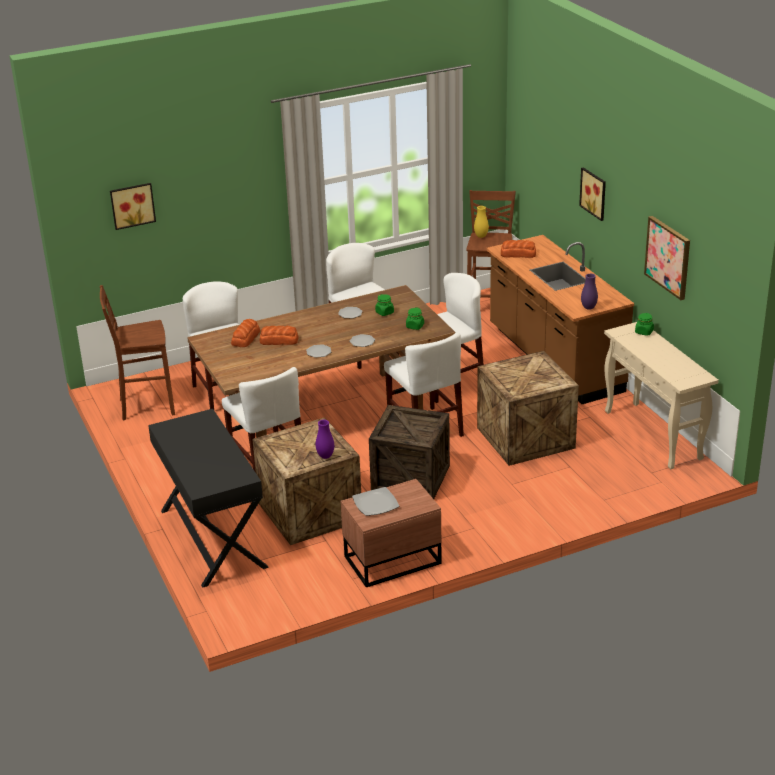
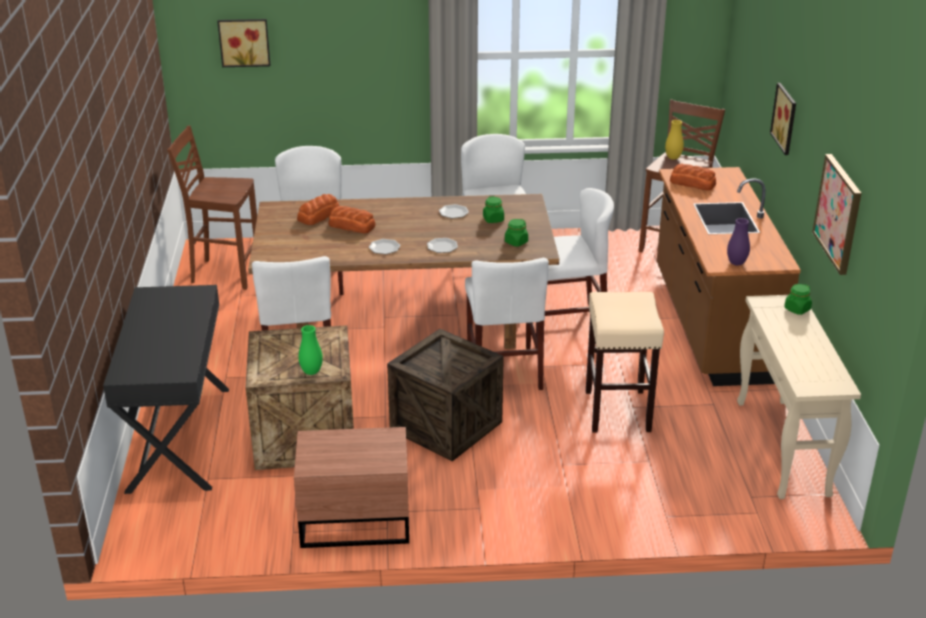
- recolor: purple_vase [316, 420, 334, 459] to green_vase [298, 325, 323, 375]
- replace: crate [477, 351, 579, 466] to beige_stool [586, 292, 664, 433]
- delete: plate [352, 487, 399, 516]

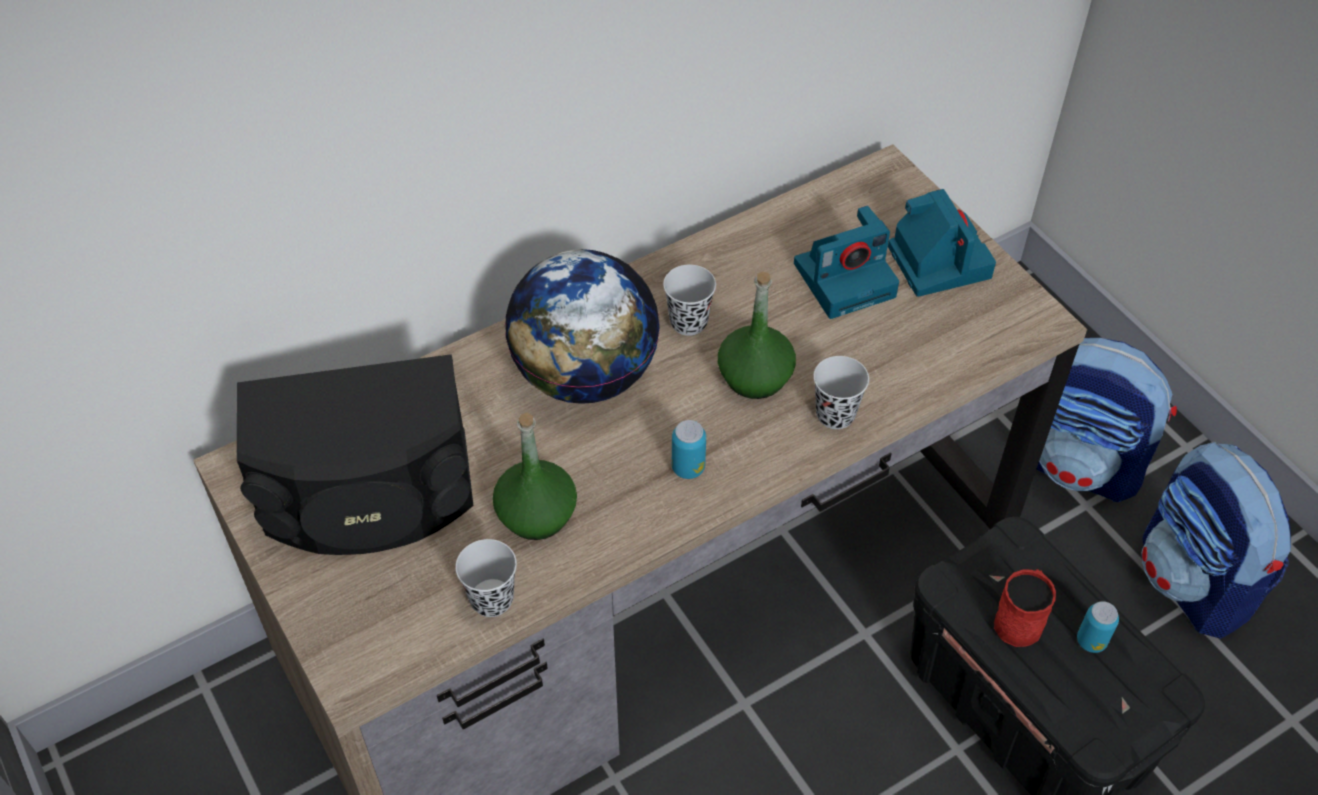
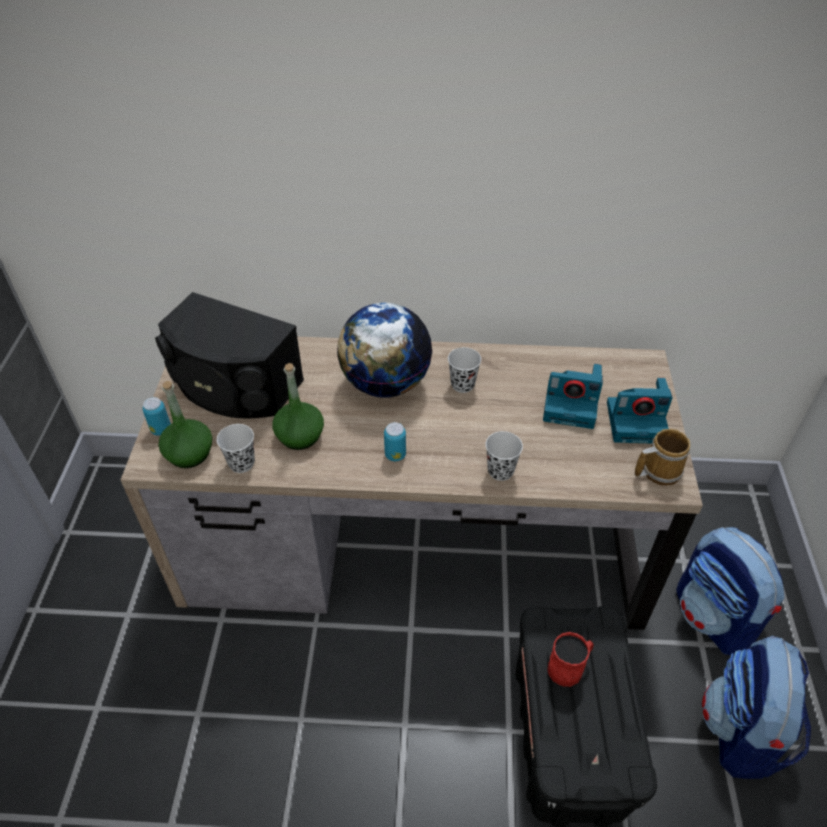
- move: can [1077, 601, 1119, 653] to [142, 397, 171, 436]
- move: green_bottle [718, 271, 796, 399] to [159, 381, 212, 468]
- rotate: photo_camera [888, 189, 996, 297] = [607, 378, 672, 444] 75 degrees clockwise
- insert: mug [634, 429, 690, 486]

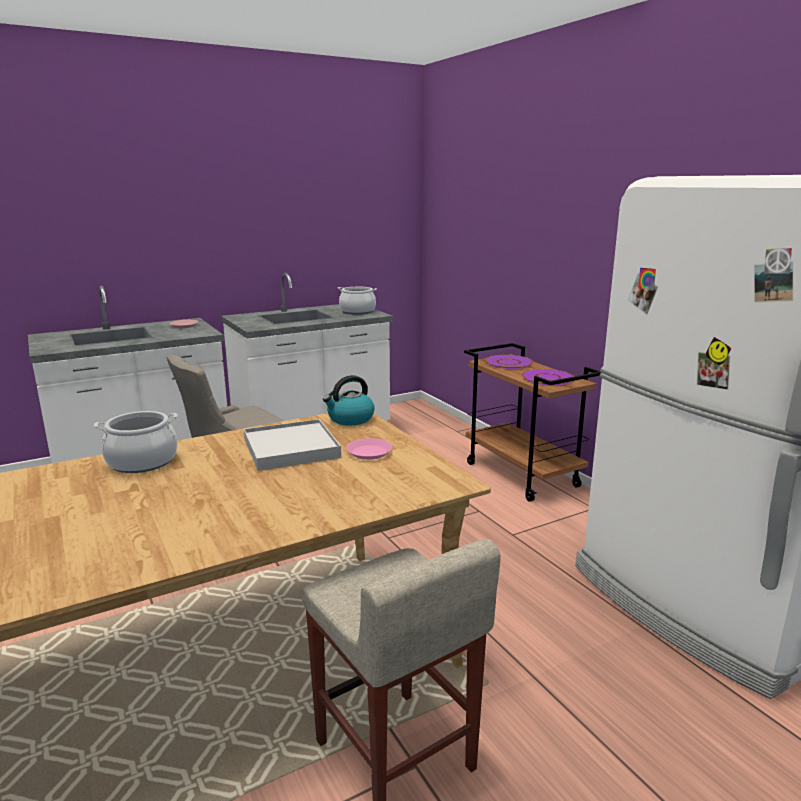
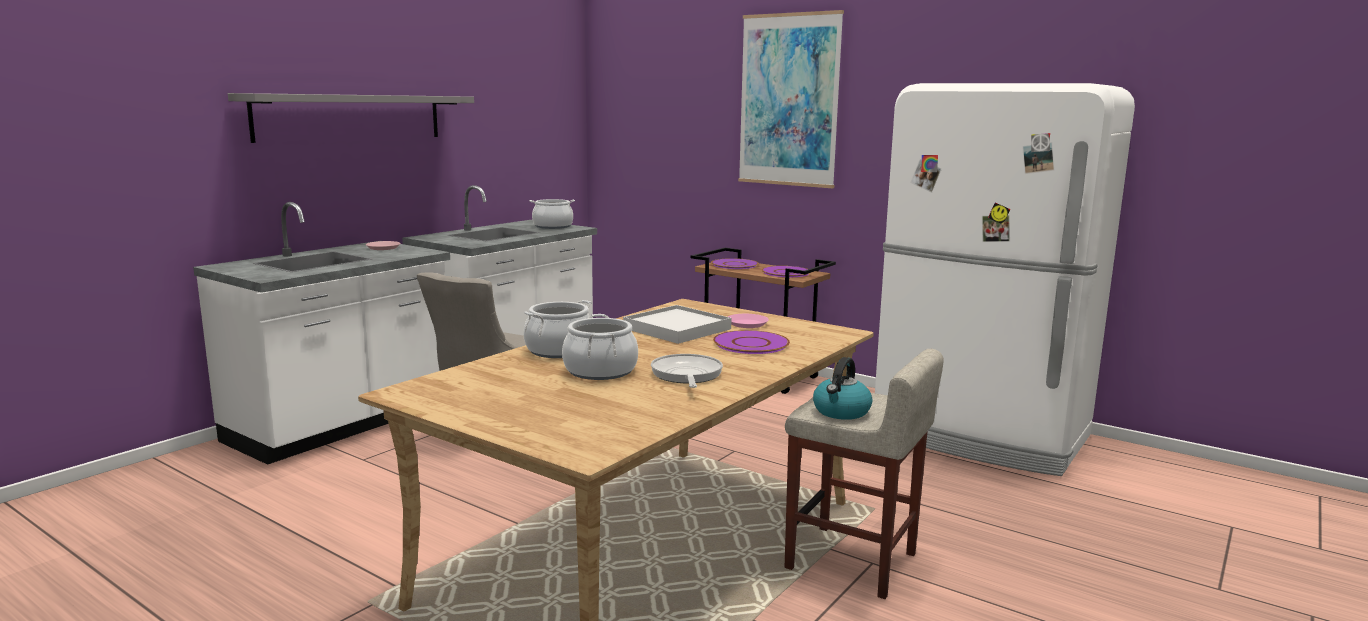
- insert: grey_shelf [228, 93, 474, 143]
- insert: cooking_pot [562, 314, 638, 380]
- insert: frying_pan [651, 354, 723, 388]
- insert: purple_plate [713, 330, 790, 354]
- insert: picture [738, 10, 844, 188]
- move: kettle [323, 375, 375, 425] to [813, 357, 872, 420]

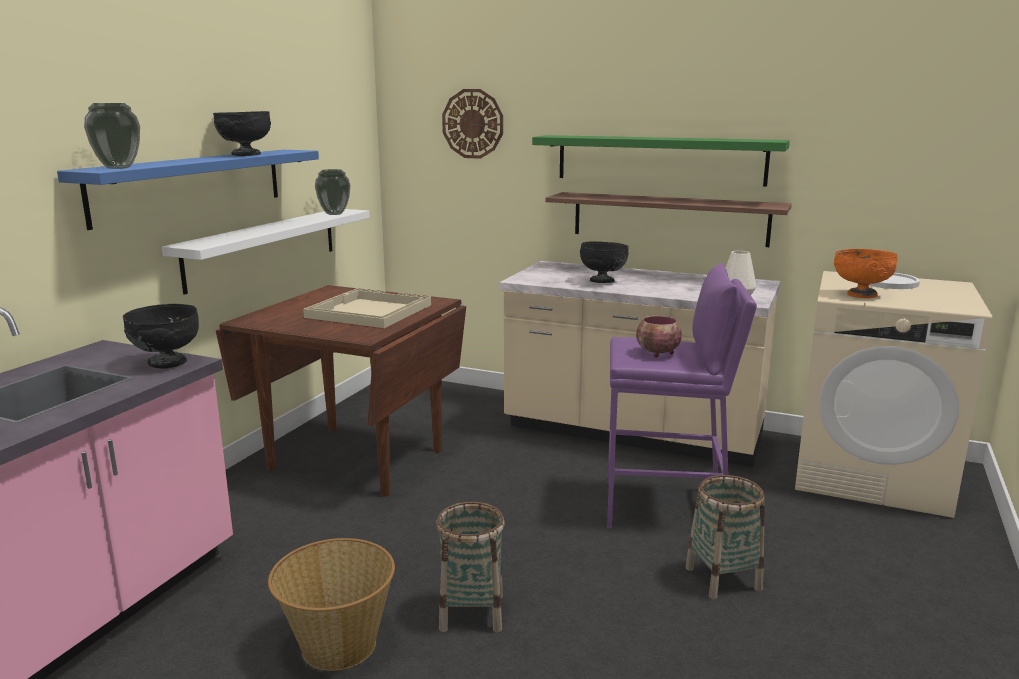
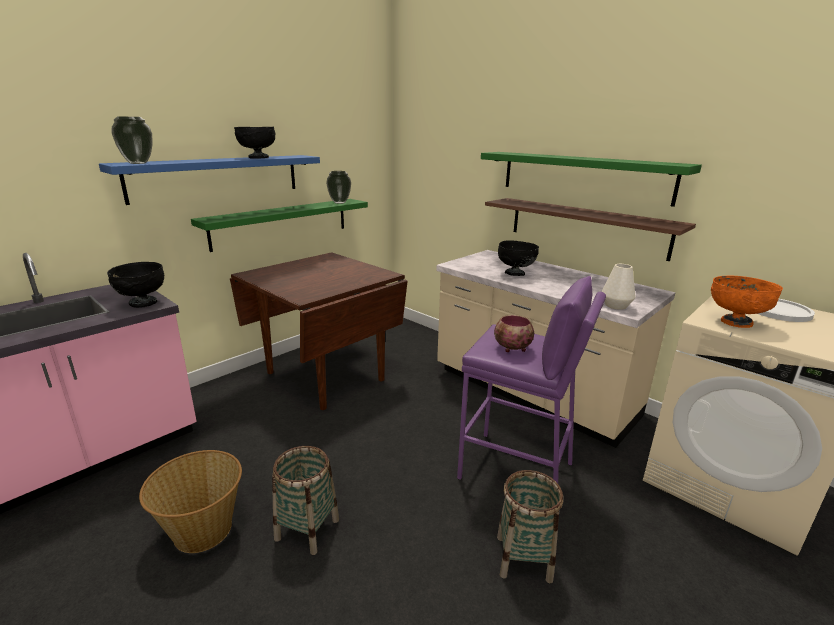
- recolor: white_shelf [162, 209, 370, 295] to green_shelf [191, 199, 368, 252]
- delete: beige_tray [303, 289, 431, 328]
- delete: wall_clock [442, 89, 503, 159]

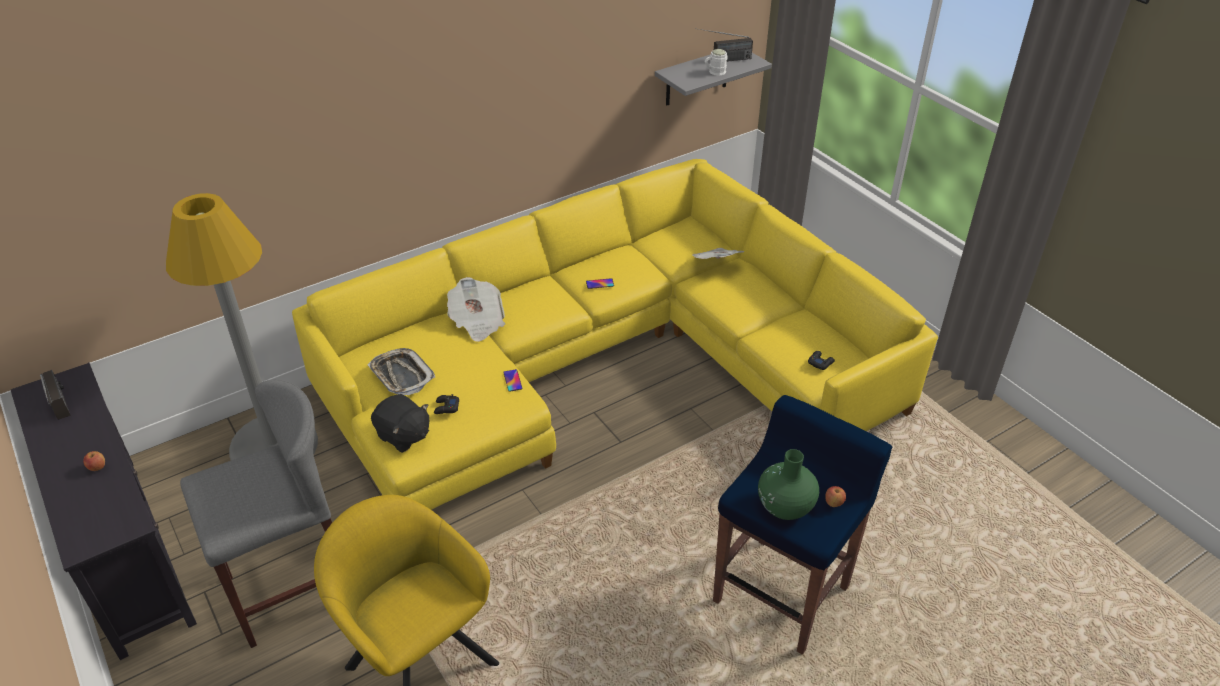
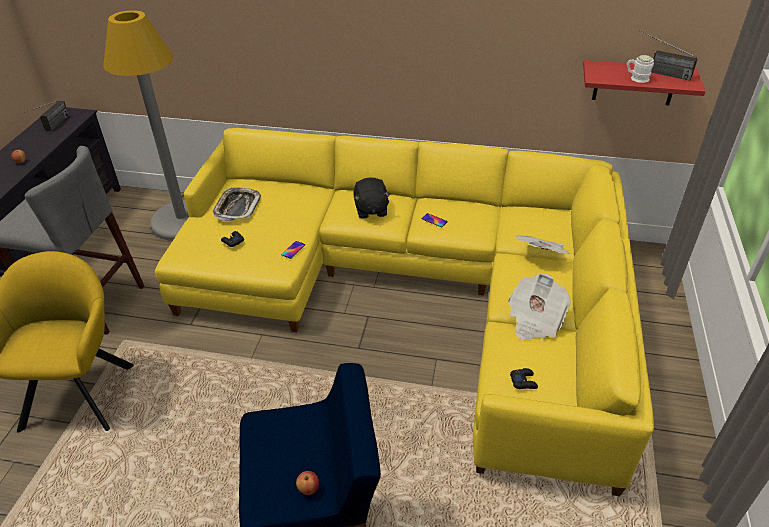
- move: black_plush_toy [371, 394, 429, 453] to [354, 178, 391, 219]
- move: newspaper [447, 277, 505, 342] to [508, 273, 571, 339]
- recolor: grey_shelf [655, 53, 772, 106] to red_shelf [583, 60, 706, 106]
- delete: green_vase [758, 449, 819, 520]

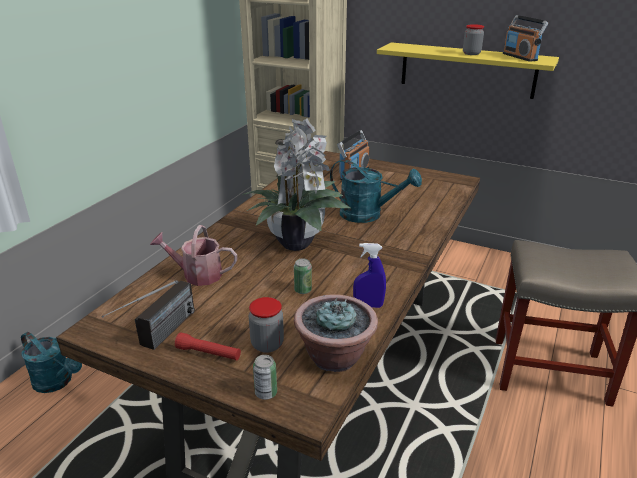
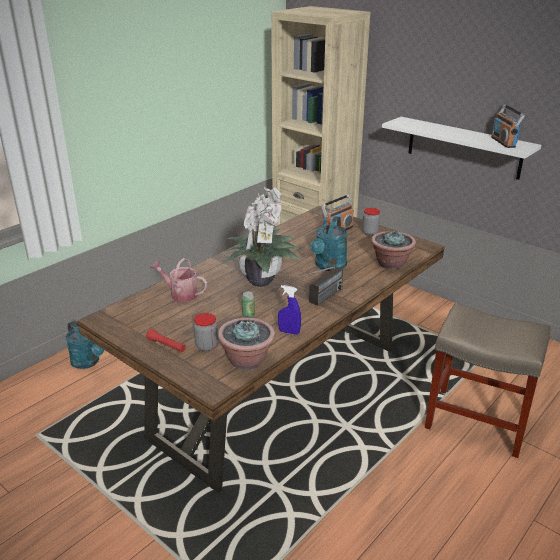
- move: radio [102, 280, 195, 350] to [296, 266, 343, 306]
- rotate: turquoise_watering_can [330, 160, 422, 223] = [310, 216, 348, 271] 75 degrees clockwise
- move: jar [463, 24, 484, 55] to [362, 208, 380, 236]
- insert: potted_plant [371, 230, 416, 270]
- recolor: yellow_shelf [377, 42, 559, 99] to white_shelf [382, 117, 541, 180]
- delete: can [253, 355, 277, 400]

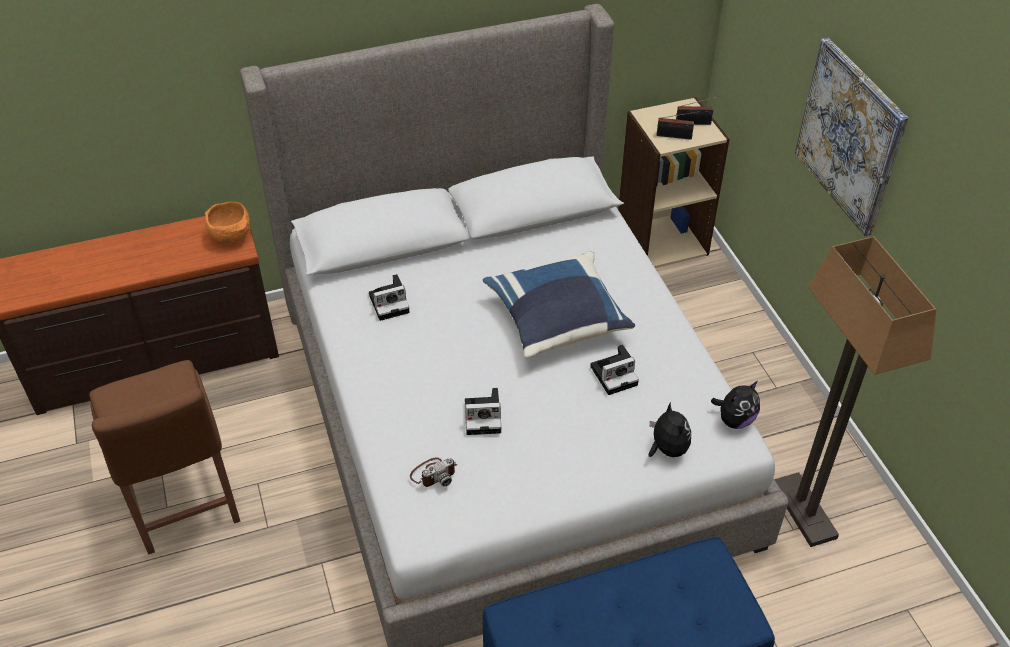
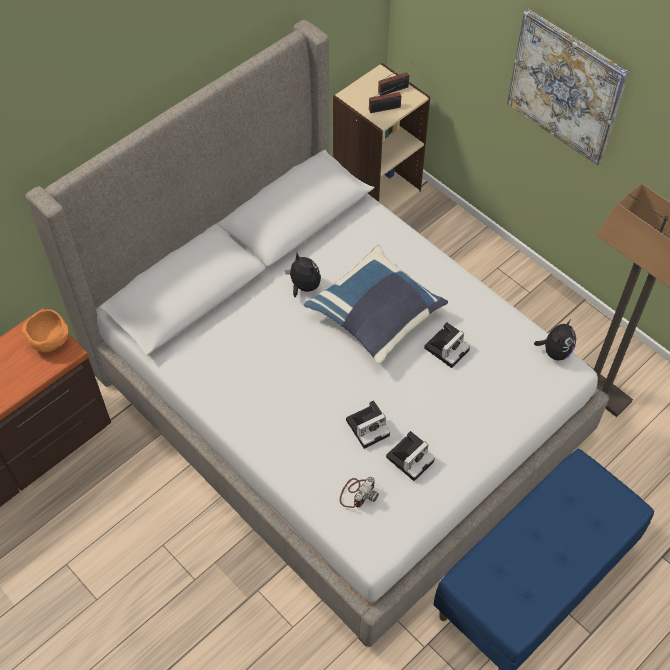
- move: plush_toy [649, 402, 691, 457] to [285, 253, 321, 297]
- move: photo_camera [369, 274, 410, 321] to [386, 431, 435, 481]
- delete: brown_chair [89, 360, 240, 555]

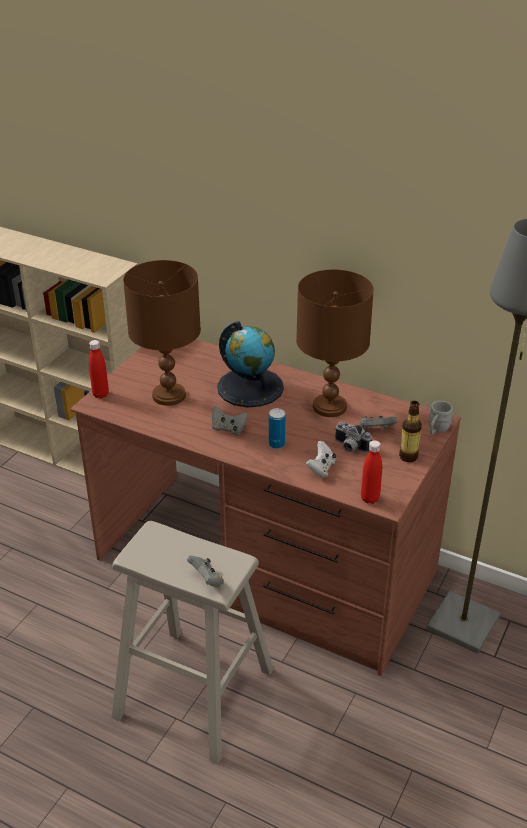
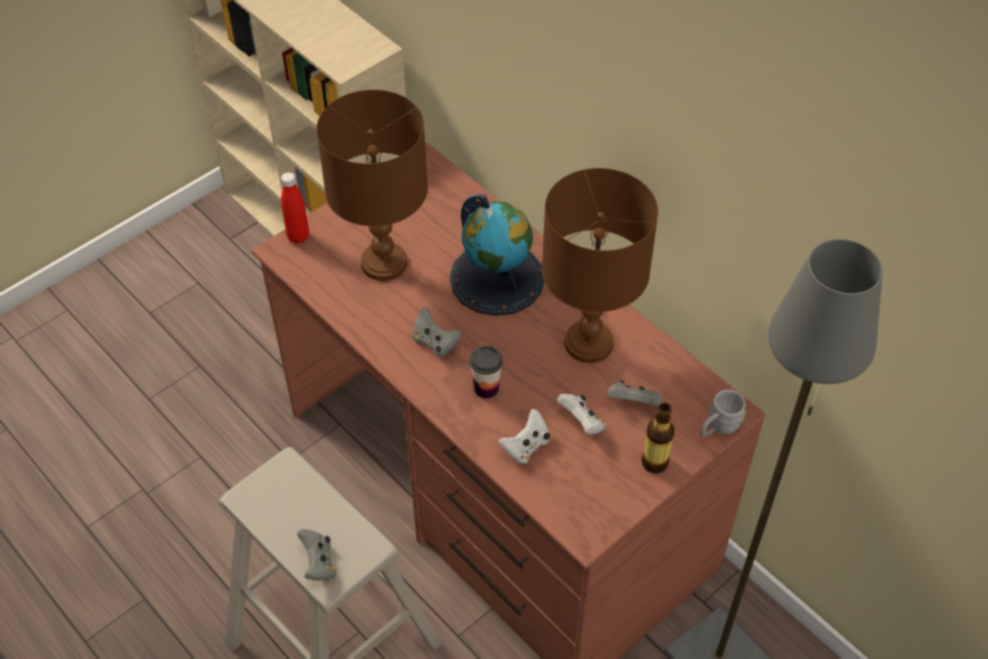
- replace: can [269, 408, 286, 449] to cup [469, 346, 503, 398]
- replace: photo_camera [335, 422, 372, 453] to white_game_controller [557, 394, 605, 435]
- delete: red_bottle [361, 440, 382, 504]

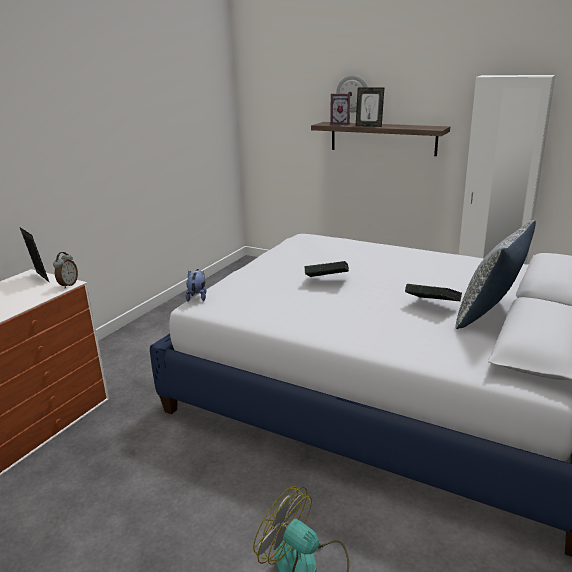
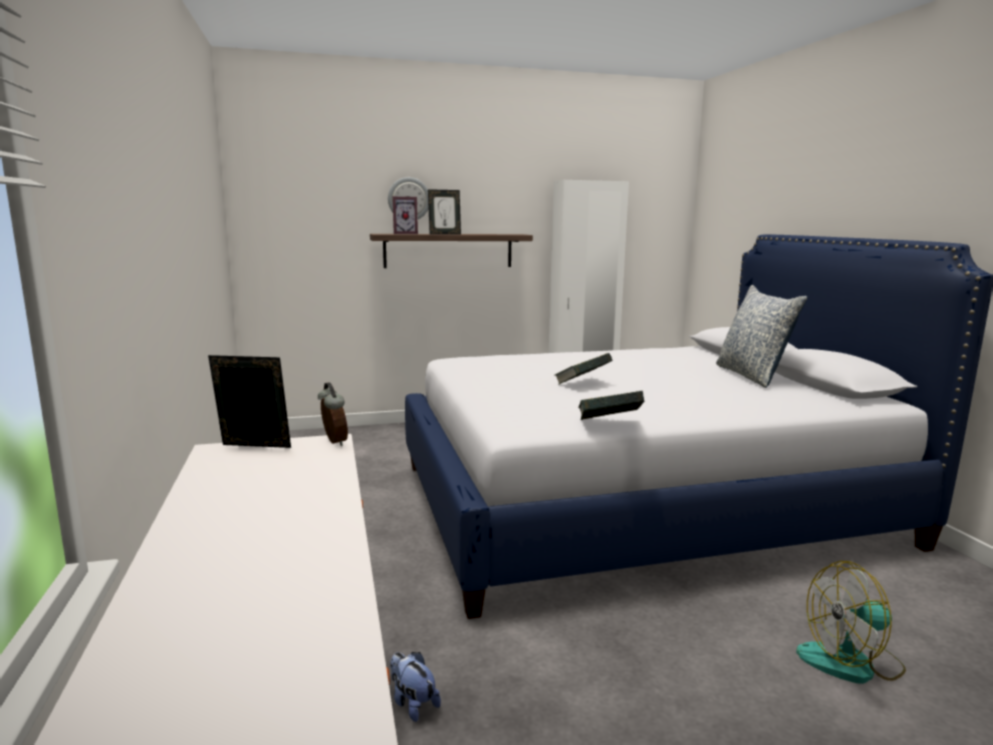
- move: plush_toy [186, 269, 206, 302] to [390, 652, 441, 722]
- move: book [405, 284, 462, 301] to [578, 391, 644, 420]

